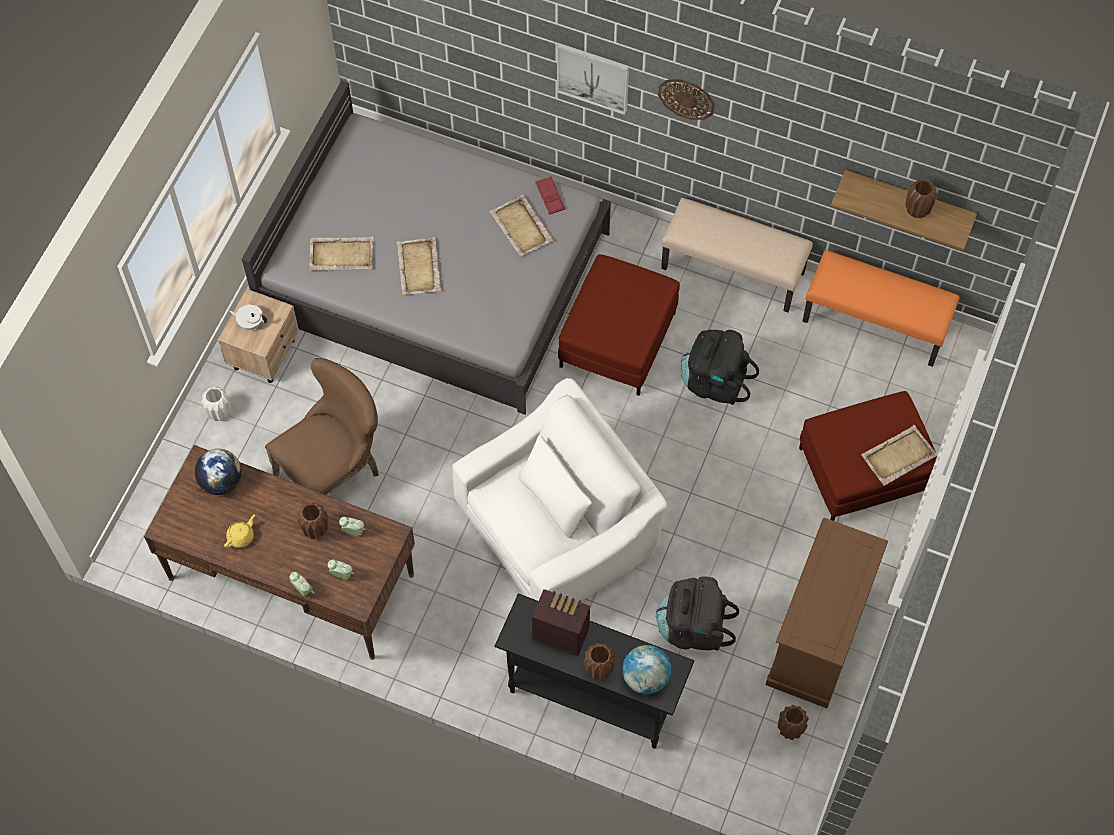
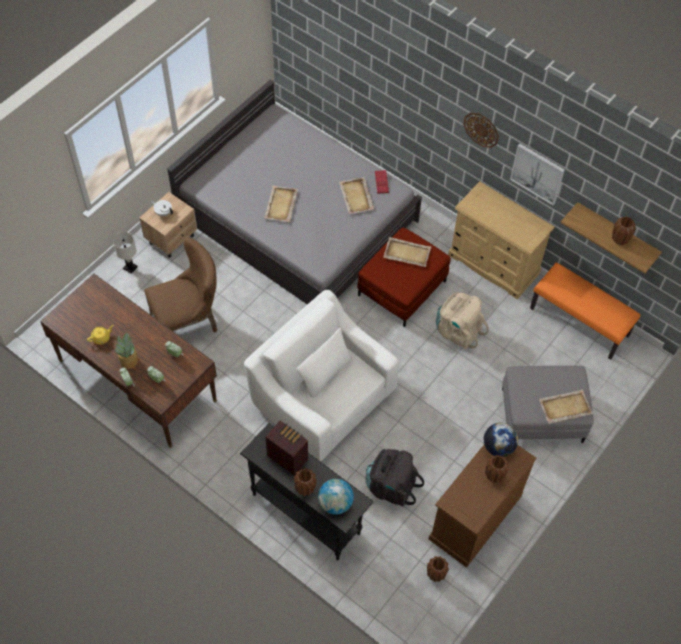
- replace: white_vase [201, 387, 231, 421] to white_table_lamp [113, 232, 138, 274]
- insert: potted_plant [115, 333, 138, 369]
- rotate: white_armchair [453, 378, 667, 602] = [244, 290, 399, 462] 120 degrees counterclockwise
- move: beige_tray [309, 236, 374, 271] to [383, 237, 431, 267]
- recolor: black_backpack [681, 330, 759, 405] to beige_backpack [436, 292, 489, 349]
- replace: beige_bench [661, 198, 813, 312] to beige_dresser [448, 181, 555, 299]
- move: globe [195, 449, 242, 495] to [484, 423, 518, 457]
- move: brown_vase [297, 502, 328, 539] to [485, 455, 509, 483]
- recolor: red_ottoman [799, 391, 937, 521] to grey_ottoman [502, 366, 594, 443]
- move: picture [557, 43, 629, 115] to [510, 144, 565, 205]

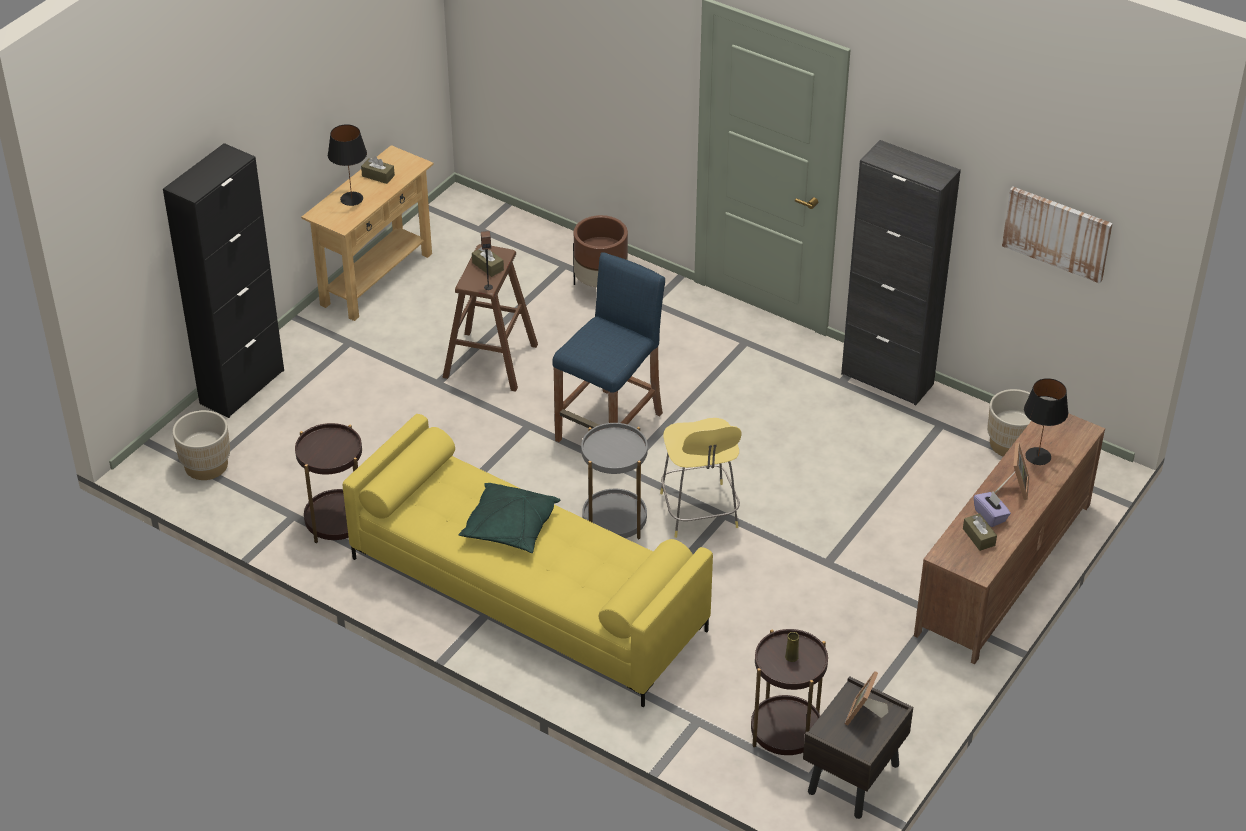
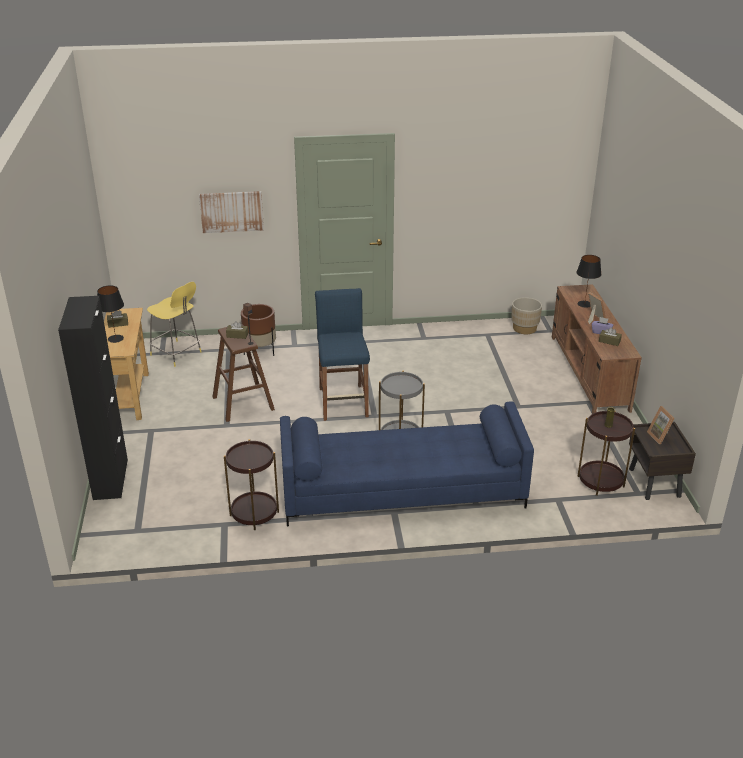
- move: yellow_stool [660, 418, 742, 538] to [147, 282, 202, 367]
- move: picture [1002, 187, 1113, 284] to [199, 191, 264, 233]
- recolor: yellow_sofa [343, 414, 713, 707] to blue_sofa [280, 401, 534, 526]
- delete: beige_planter [173, 410, 230, 480]
- delete: green_pillow [458, 483, 560, 553]
- delete: black_cabinet [841, 140, 961, 406]

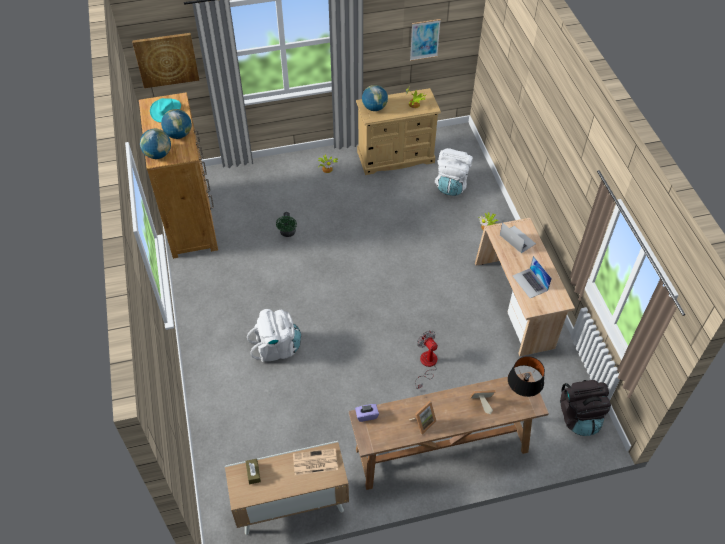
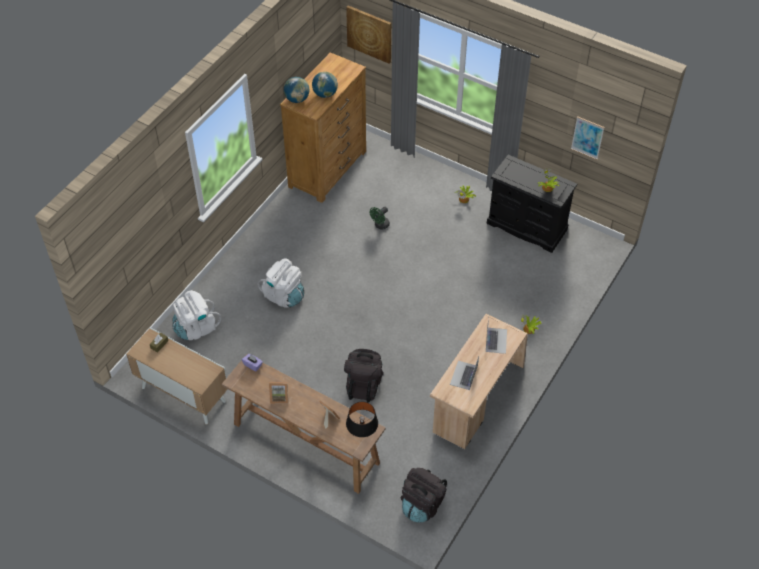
- move: white_backpack [435, 148, 473, 196] to [172, 290, 222, 340]
- replace: fan [415, 330, 438, 389] to black_backpack [344, 349, 383, 403]
- recolor: beige_dresser [356, 88, 441, 175] to black_dresser [487, 155, 577, 253]
- delete: turquoise_hat [150, 98, 181, 122]
- delete: newspaper [293, 448, 338, 475]
- delete: globe [362, 85, 388, 111]

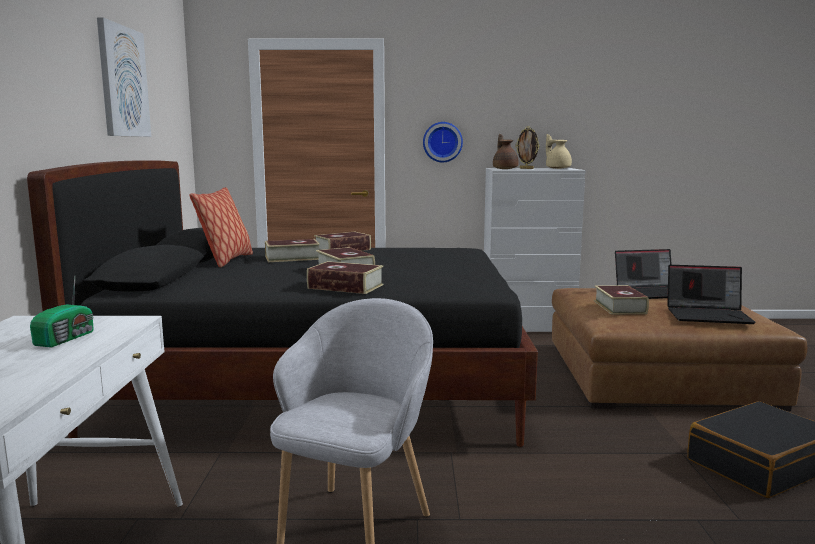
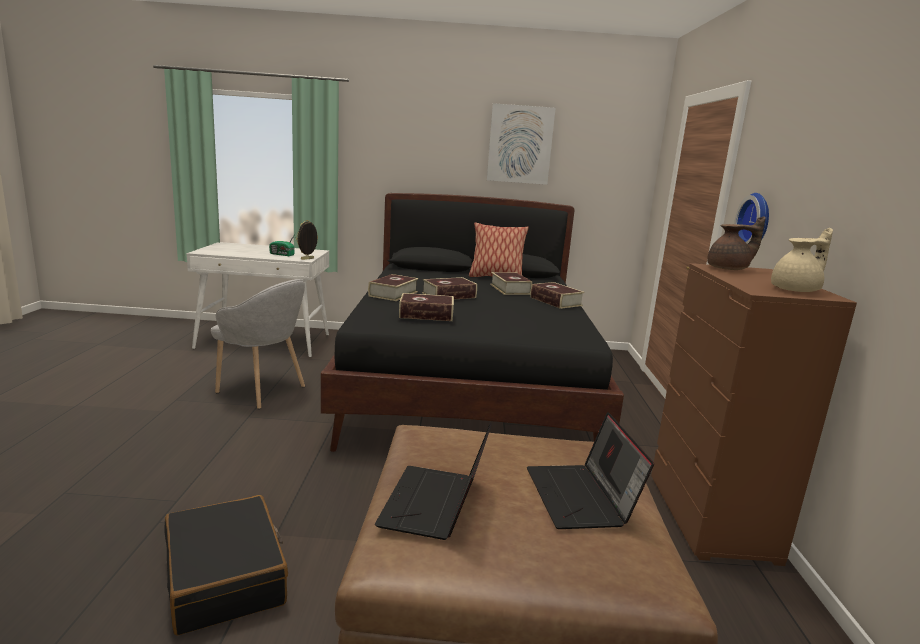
- move: picture_frame [515, 127, 539, 169] to [296, 220, 318, 260]
- move: book [594, 285, 649, 314] to [399, 293, 454, 321]
- recolor: white_dresser [484, 168, 586, 332] to brown_dresser [651, 263, 857, 566]

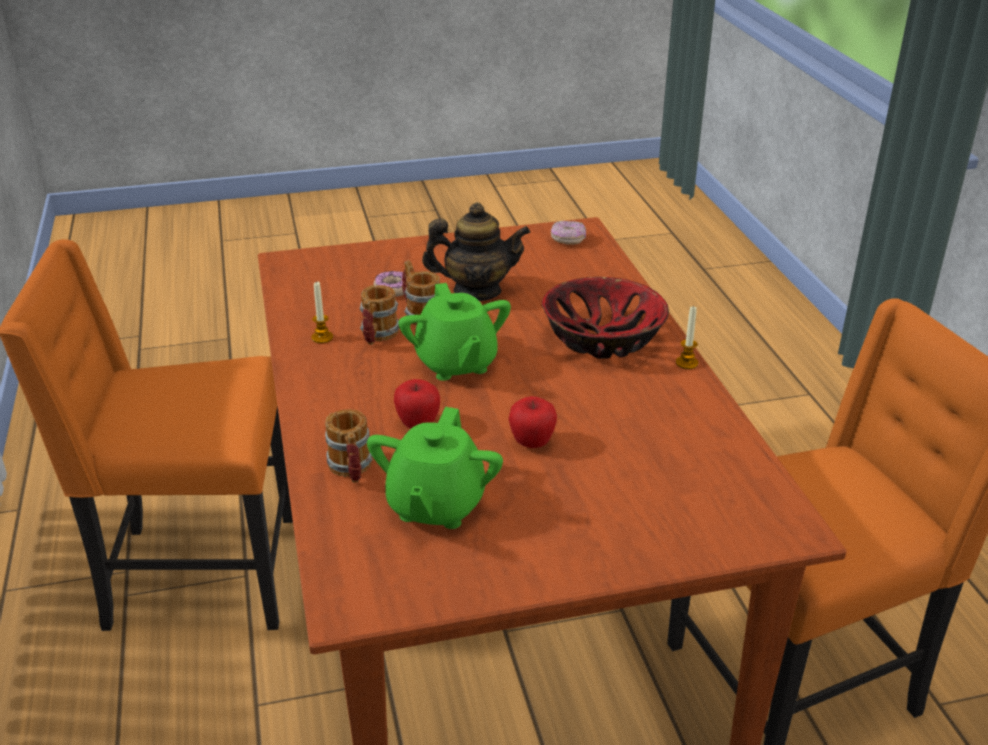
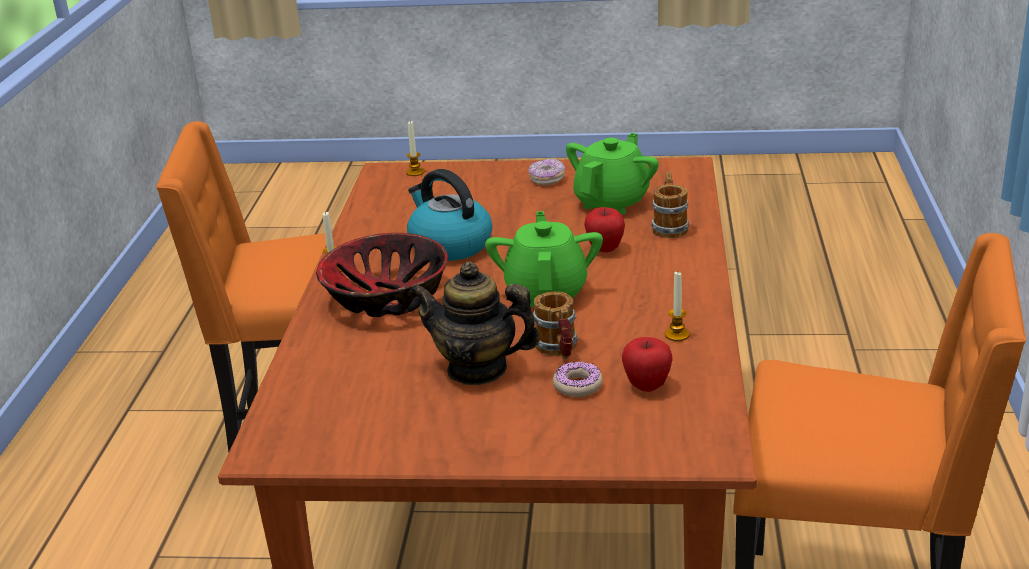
- insert: candle [406, 121, 425, 176]
- insert: kettle [407, 169, 492, 261]
- move: donut [551, 221, 586, 245] to [529, 159, 565, 186]
- move: apple [509, 396, 557, 448] to [622, 337, 673, 392]
- delete: mug [360, 285, 399, 345]

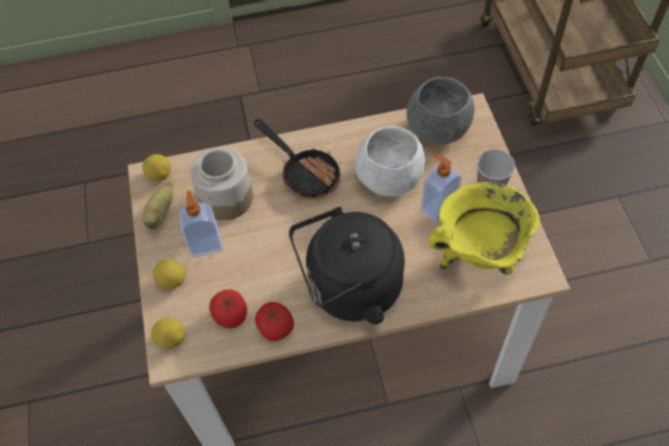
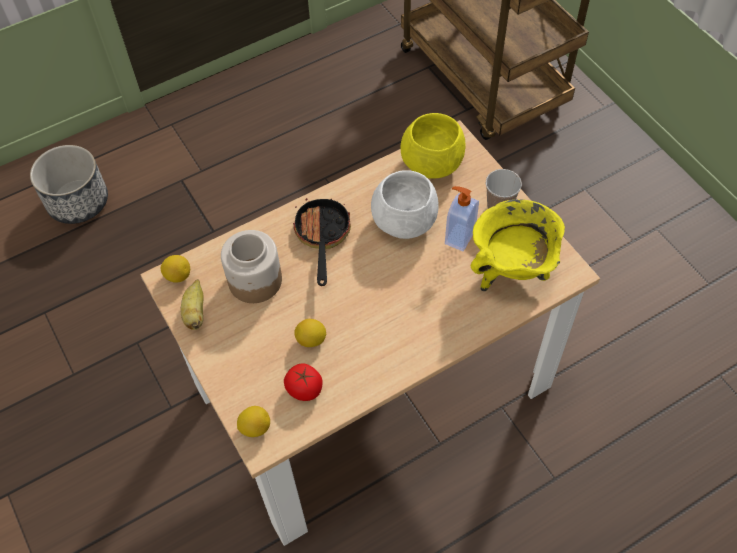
- insert: planter [30, 145, 108, 224]
- rotate: frying_pan [254, 119, 342, 200] = [293, 192, 351, 286] 120 degrees counterclockwise
- move: lemon [153, 259, 186, 288] to [294, 319, 326, 347]
- recolor: grey_bowl [407, 77, 474, 144] to yellow_bowl [400, 113, 466, 179]
- delete: soap_dispenser [179, 191, 223, 258]
- delete: tomato [255, 302, 294, 341]
- delete: black_kettle [289, 207, 405, 324]

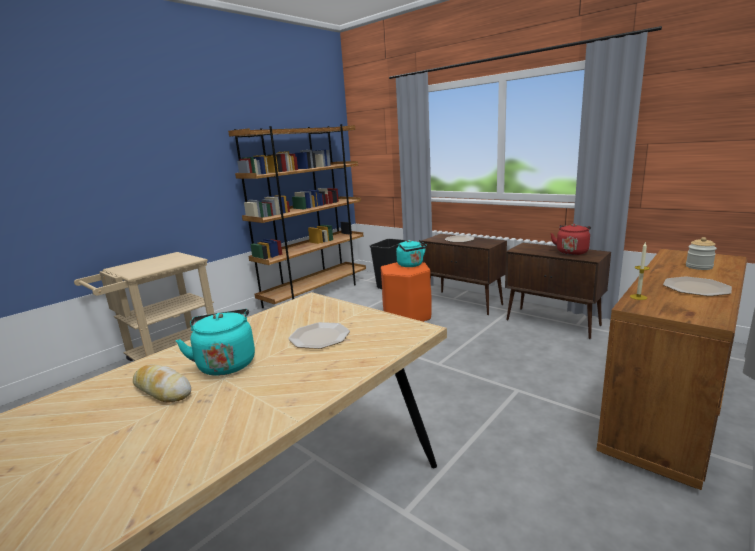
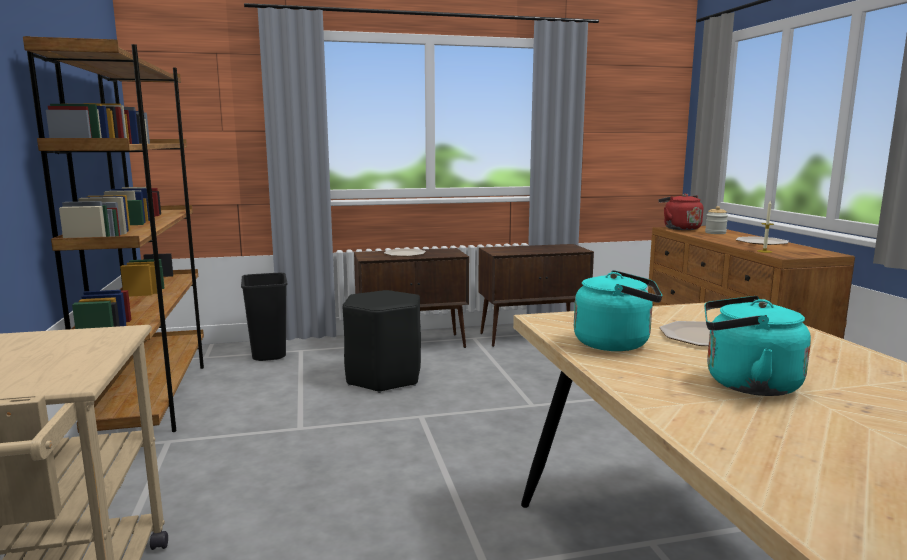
- recolor: orange_stool [381, 262, 432, 322] to black_stool [343, 290, 421, 393]
- move: turquoise_kettle [396, 240, 427, 267] to [574, 270, 662, 351]
- move: red_kettle [550, 224, 591, 255] to [658, 194, 703, 230]
- delete: bread [133, 364, 191, 403]

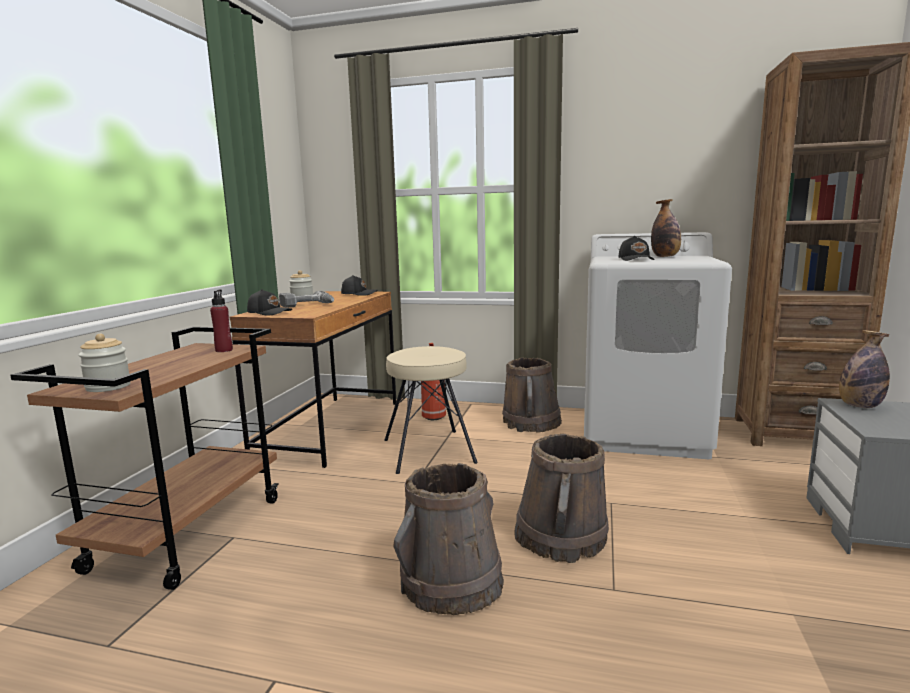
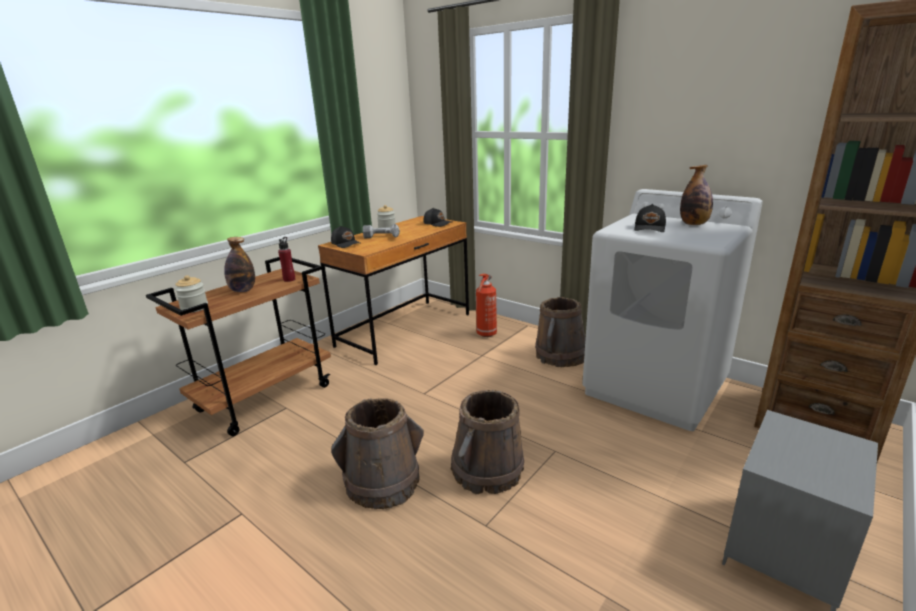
- move: bottle [839, 330, 890, 408] to [224, 237, 255, 292]
- delete: beige_stool [384, 346, 478, 474]

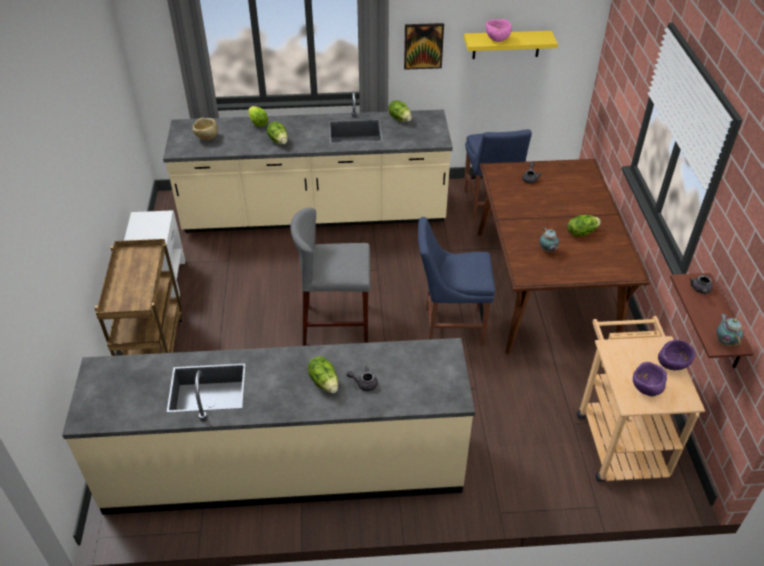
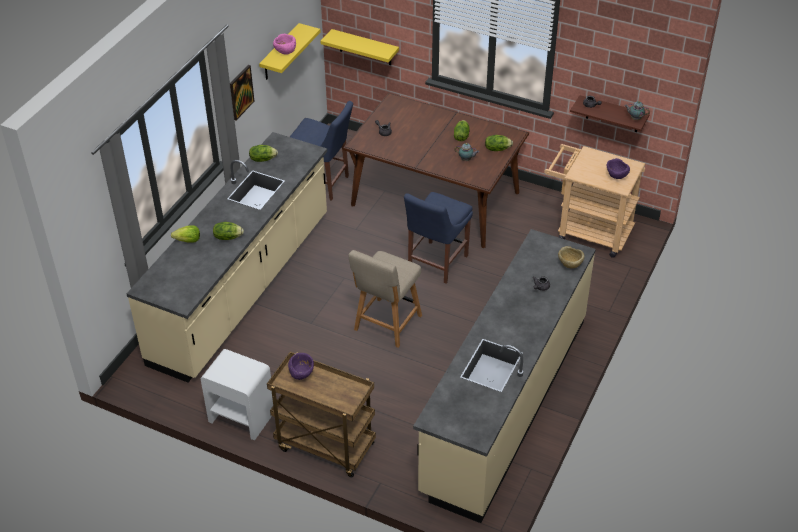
- move: purple_bowl [658, 340, 695, 371] to [288, 353, 314, 380]
- insert: yellow_shelf [321, 29, 399, 65]
- replace: grey_stool [290, 207, 370, 346] to beige_chair [348, 250, 422, 348]
- move: lettuce [308, 357, 338, 393] to [485, 135, 513, 151]
- move: beige_bowl [193, 118, 218, 140] to [558, 246, 585, 268]

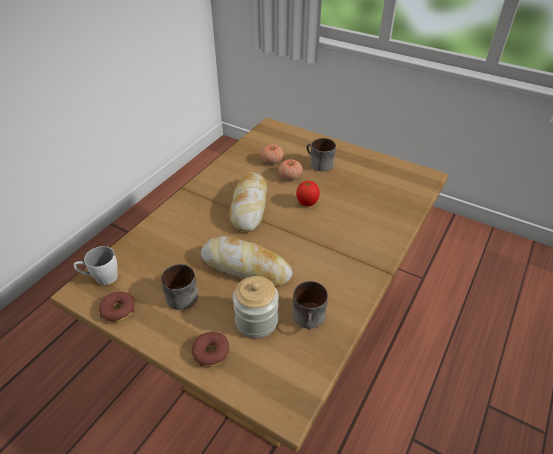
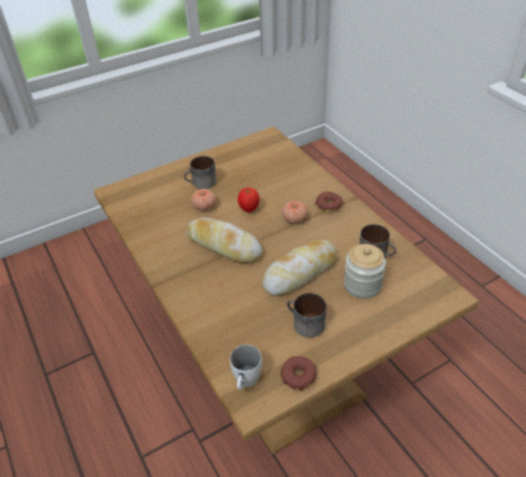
- move: tomato [260, 144, 284, 164] to [281, 201, 308, 224]
- move: donut [192, 332, 229, 367] to [315, 191, 343, 213]

